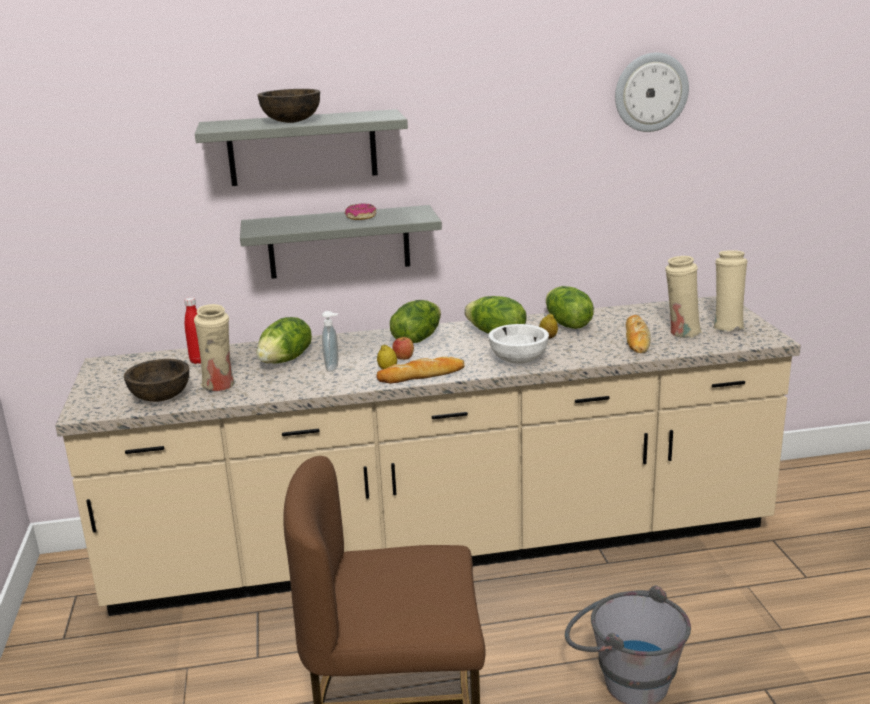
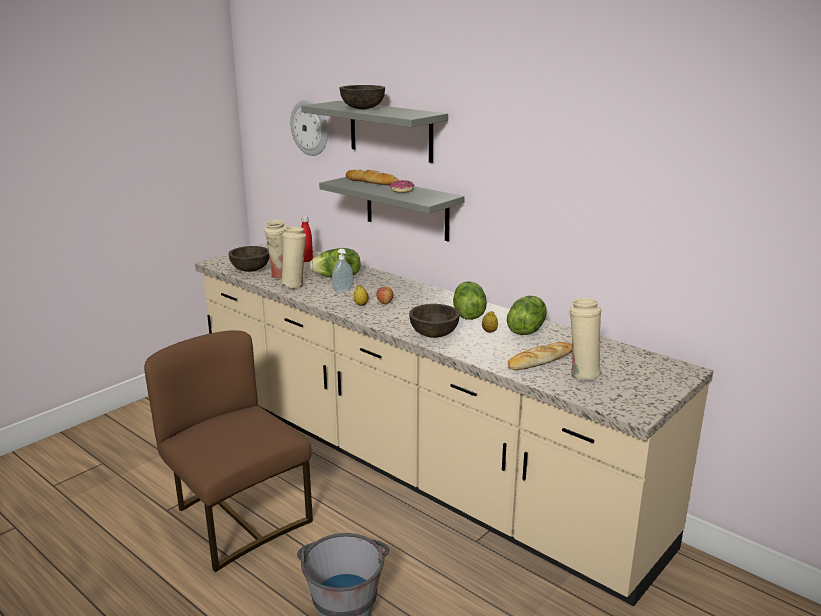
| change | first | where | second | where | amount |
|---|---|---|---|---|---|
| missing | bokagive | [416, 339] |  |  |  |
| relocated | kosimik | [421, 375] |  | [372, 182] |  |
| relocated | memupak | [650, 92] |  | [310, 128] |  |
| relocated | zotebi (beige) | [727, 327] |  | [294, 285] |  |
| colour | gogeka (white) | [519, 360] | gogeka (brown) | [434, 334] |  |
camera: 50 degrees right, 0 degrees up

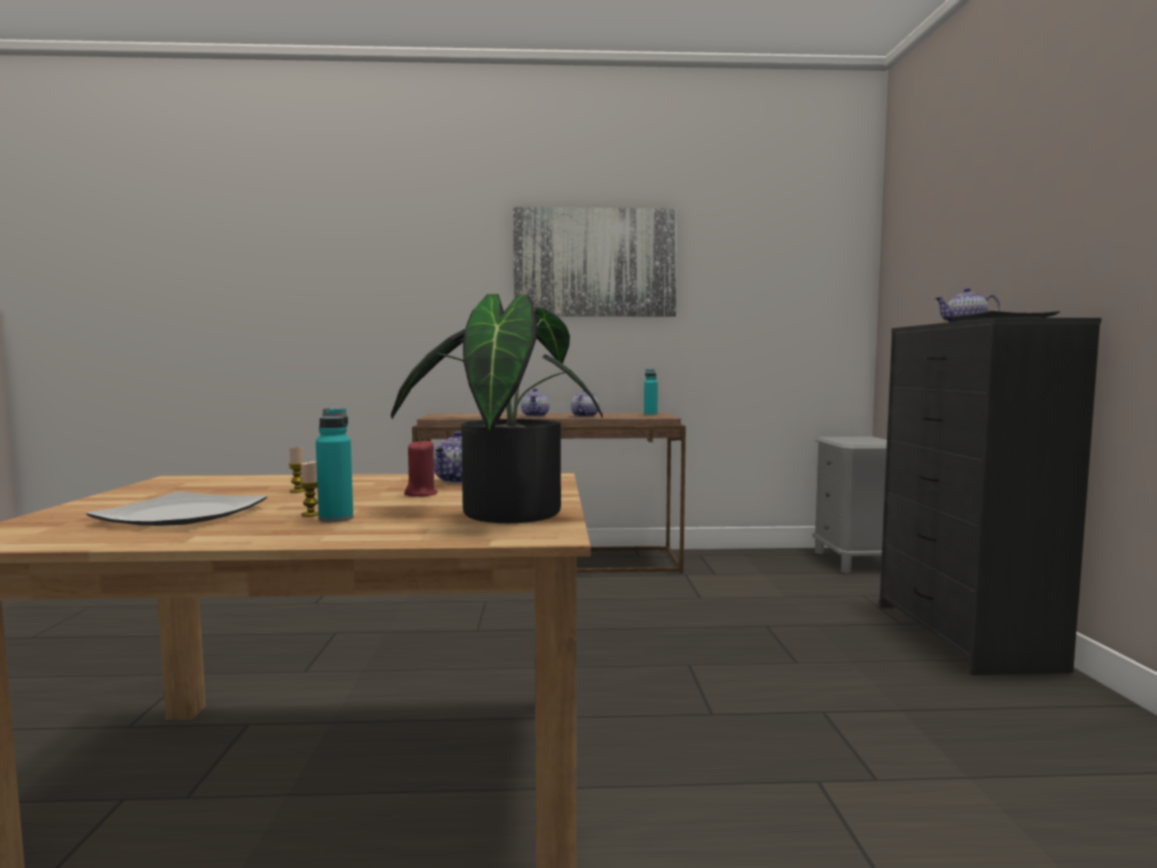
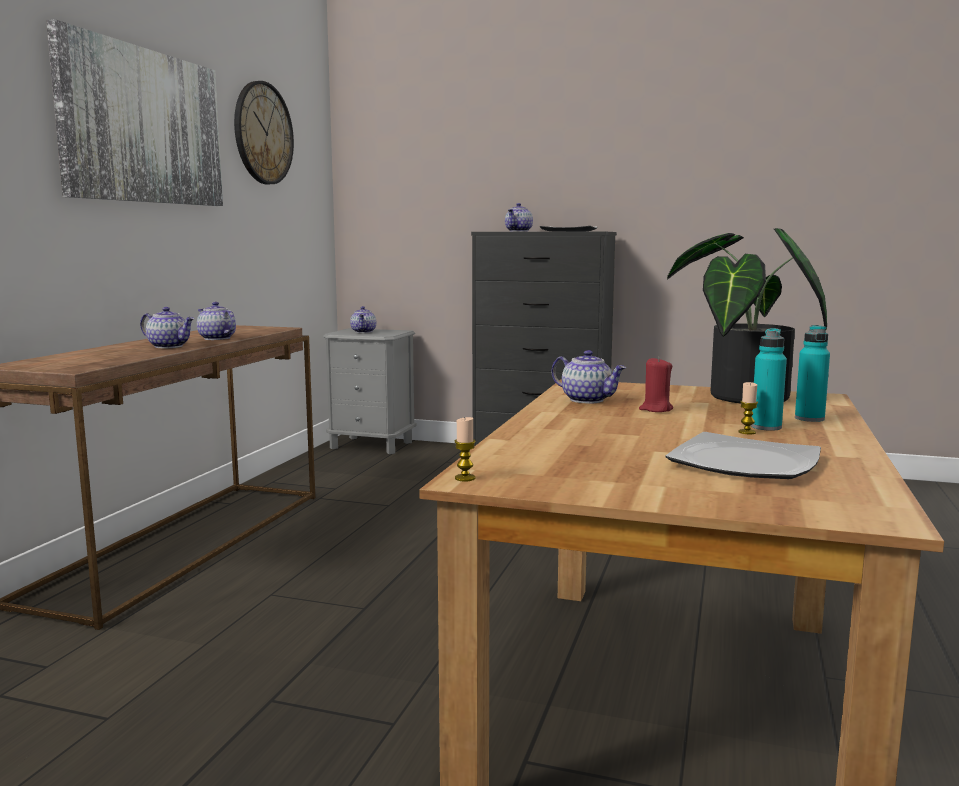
| change | first | where | second | where | amount |
|---|---|---|---|---|---|
| appeared |  |  | memupak | [263, 133] |  |
| appeared |  |  | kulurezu | [364, 332] |  |
| relocated | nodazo | [297, 491] |  | [465, 478] |  |
| relocated | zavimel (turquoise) | [650, 415] |  | [809, 419] |  |
camera: 70 degrees left, 5 degrees up

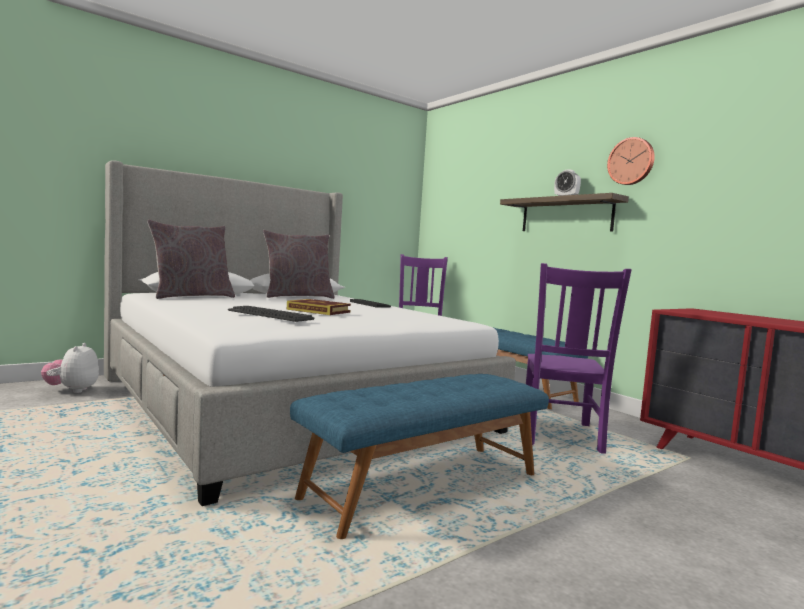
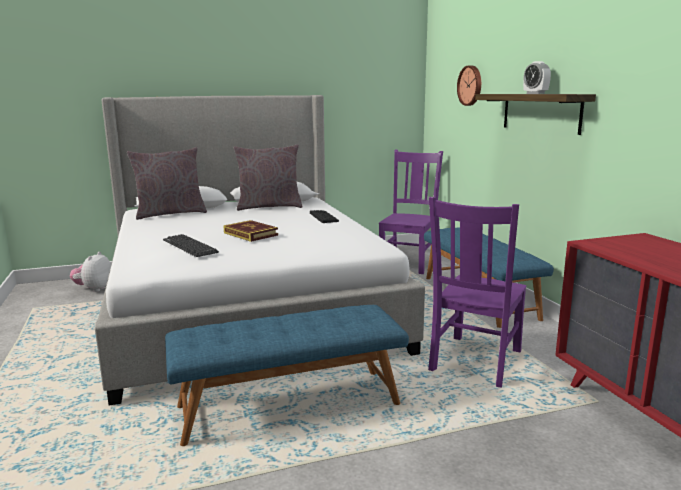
| change | first | where | second | where | amount |
|---|---|---|---|---|---|
| relocated | memupak | [631, 161] |  | [470, 85] |  |
camera: 20 degrees right, 10 degrees up

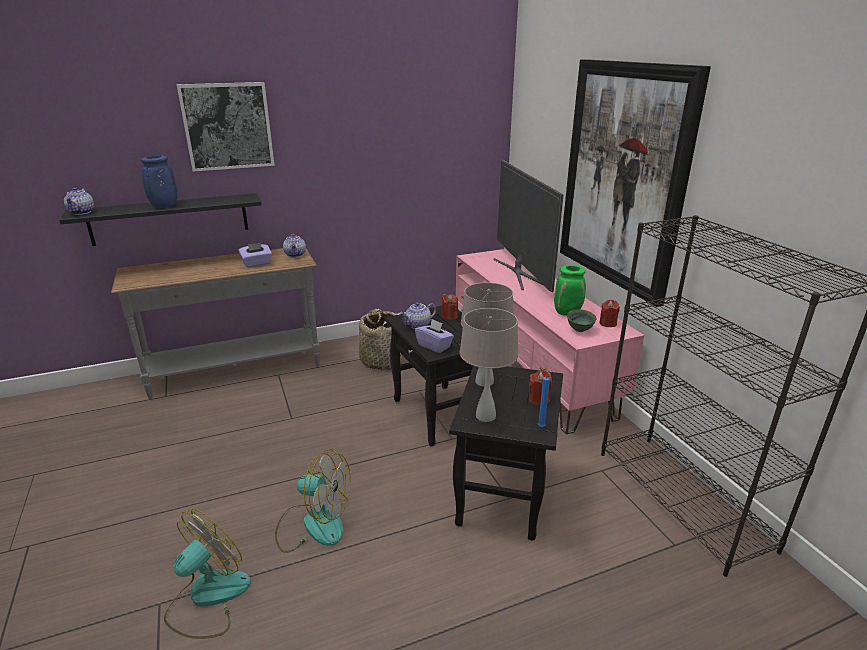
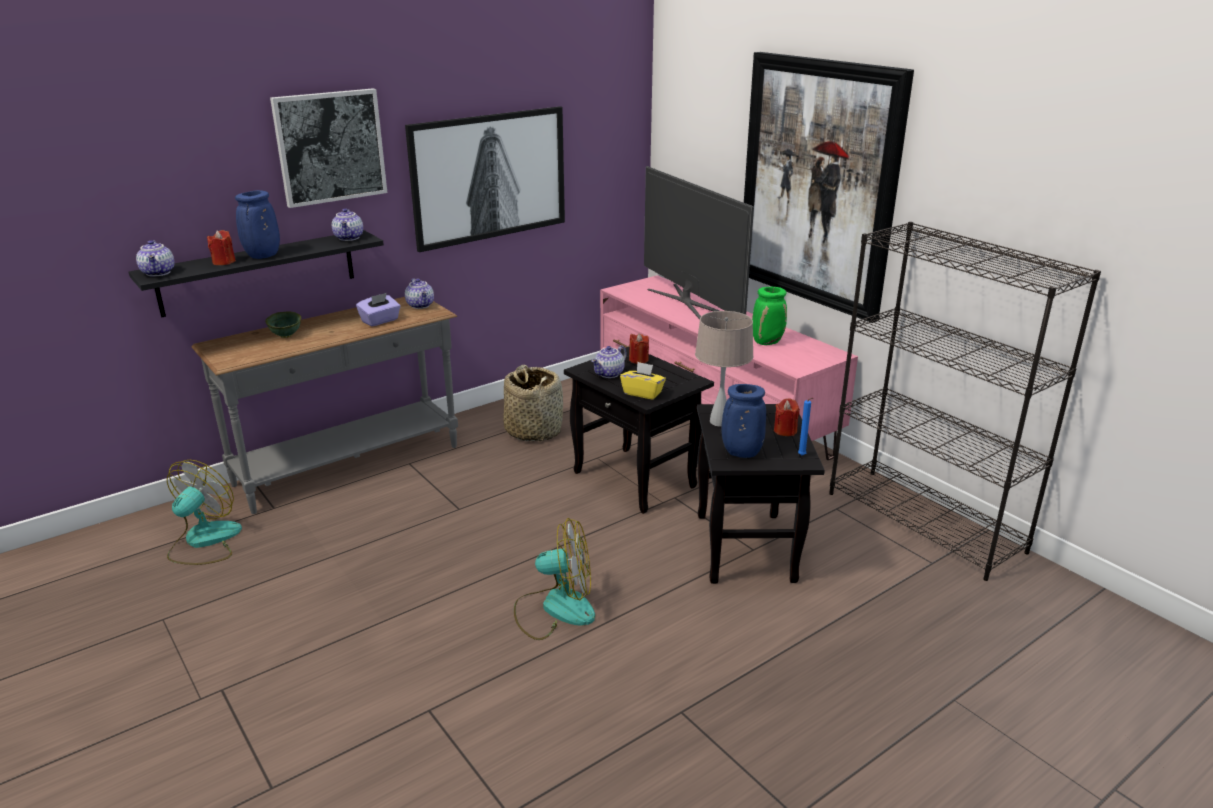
| change | first | where | second | where | amount |
|---|---|---|---|---|---|
| appeared |  |  | kulurezu | [349, 238] |  |
| appeared |  |  | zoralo | [489, 176] |  |
| relocated | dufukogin | [207, 598] |  | [204, 542] |  |
| relocated | gogeka (green) | [580, 330] |  | [287, 336] |  |
| relocated | nodazo (red) | [608, 323] |  | [224, 262] |  |
| exchanged | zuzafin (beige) | [485, 416] | zotebi (blue) | [740, 453] |  |
| colour | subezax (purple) | [434, 346] | subezax (yellow) | [642, 393] |  |
camera: 15 degrees left, 0 degrees up

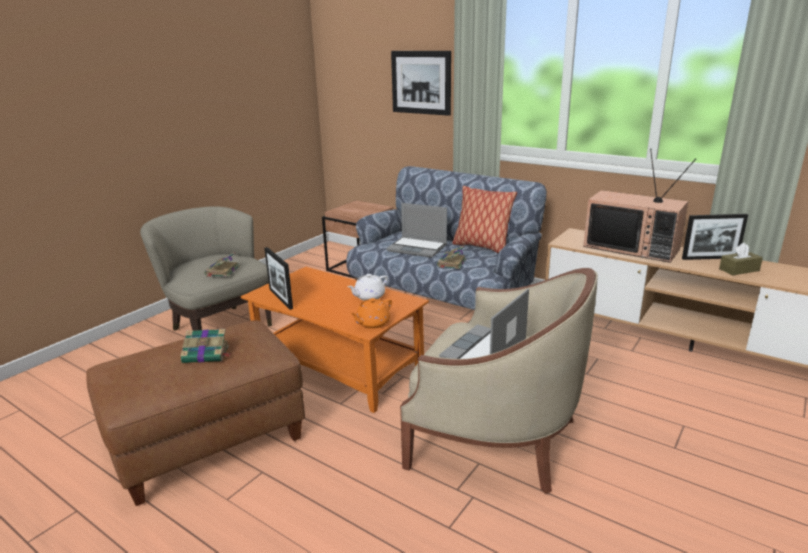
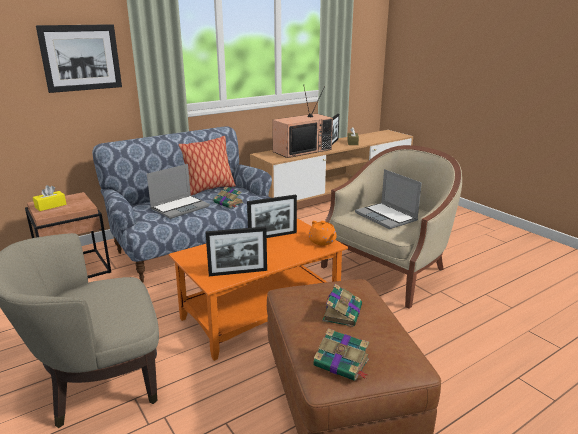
| change | first | where | second | where | amount |
|---|---|---|---|---|---|
| appeared |  |  | subezax (yellow) | [50, 206] |  |
| relocated | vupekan | [222, 271] |  | [342, 363] |  |
| exchanged | kulurezu (white) | [369, 297] | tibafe | [272, 236] |  |
camera: 70 degrees left, 0 degrees up

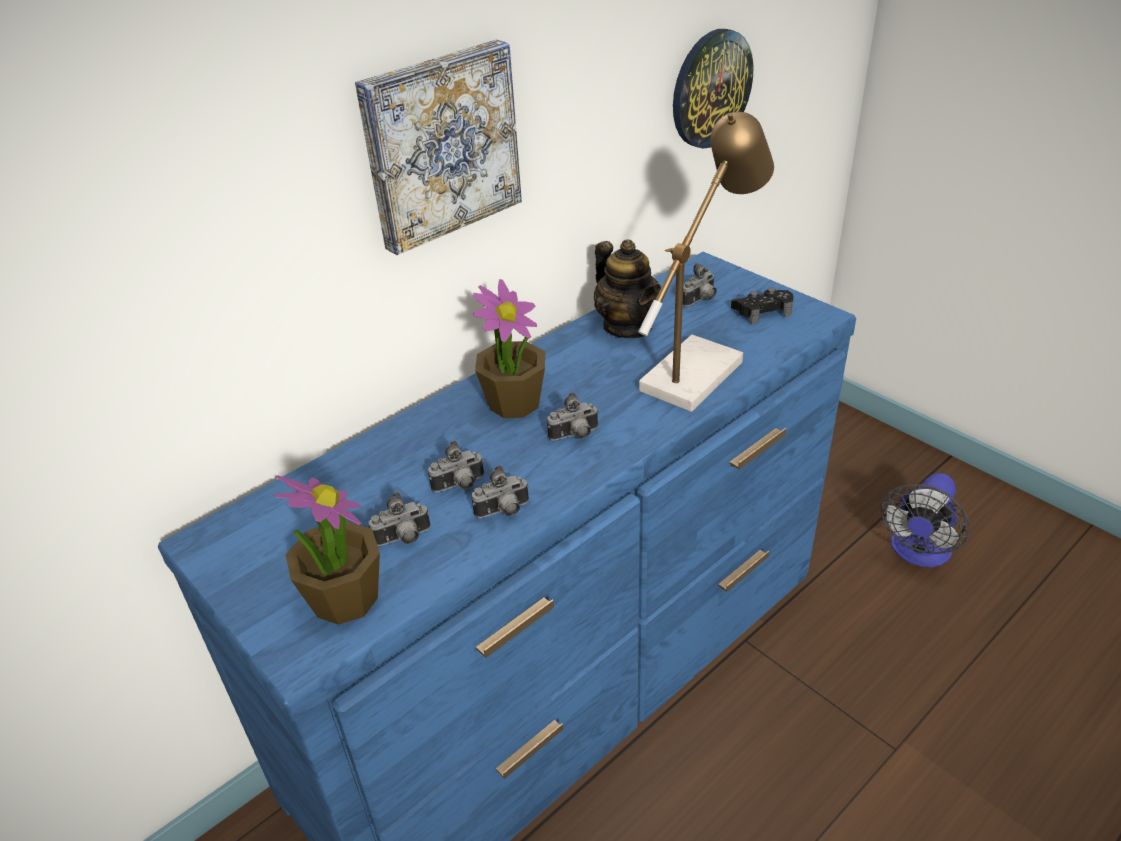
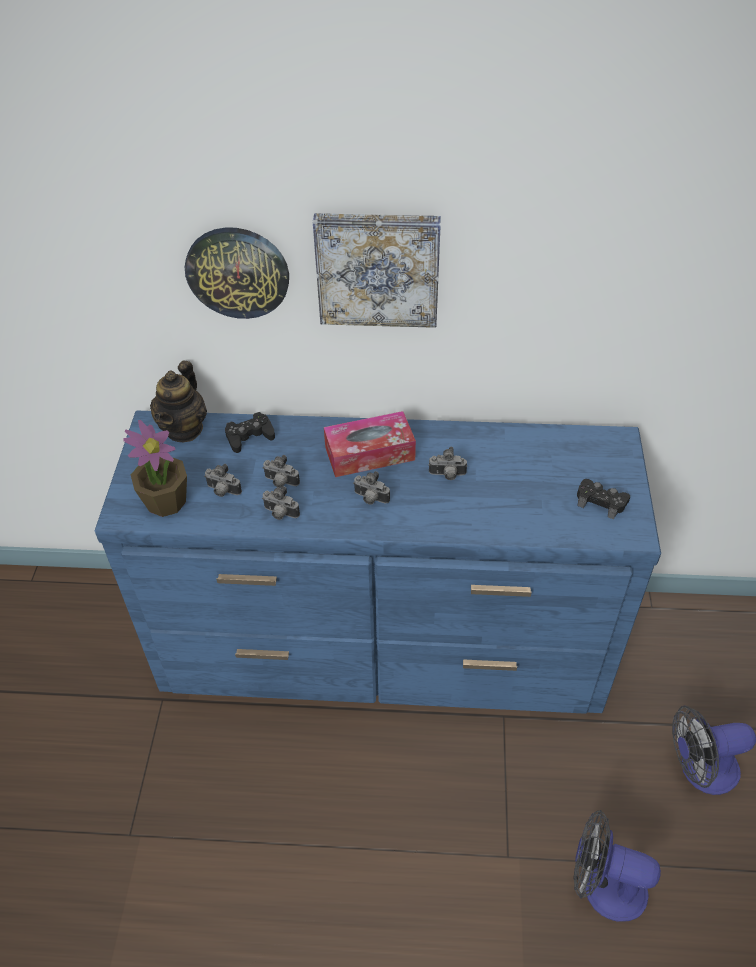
| change | first | where | second | where | amount |
|---|---|---|---|---|---|
| missing | zuzafin | [697, 368] |  |  |  |
| appeared |  |  | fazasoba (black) | [249, 436] |  |
| appeared |  |  | dufukogin | [603, 886] |  |
| relocated | kulurezu | [627, 326] |  | [184, 429] |  |
| relocated | memupak | [710, 89] |  | [237, 272] |  |
| relocated | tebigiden | [700, 300] |  | [447, 475] |  |
| exchanged | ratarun | [514, 402] | subezax | [369, 453] |  |
camera: 45 degrees right, 10 degrees up

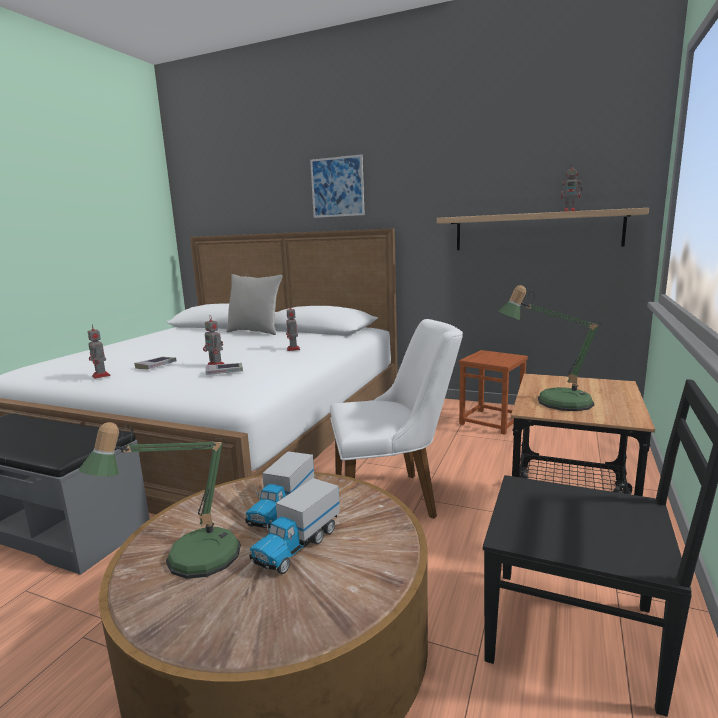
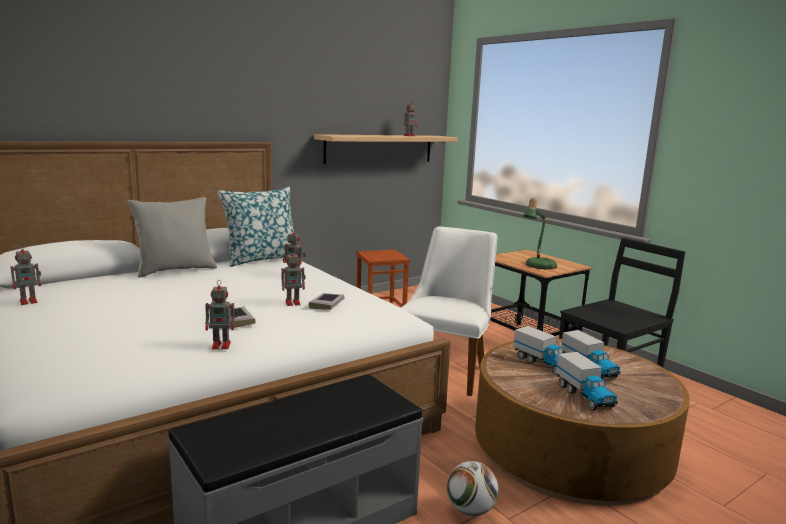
| change | first | where | second | where | amount |
|---|---|---|---|---|---|
| missing | zoralo | [337, 187] |  |  |  |
| appeared |  |  | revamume | [29, 301] |  |
| appeared |  |  | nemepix | [261, 259] |  |
| appeared |  |  | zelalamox | [470, 510] |  |
| exchanged | zuzafin | [190, 560] | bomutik | [584, 396] |  |
camera: 60 degrees left, 0 degrees up

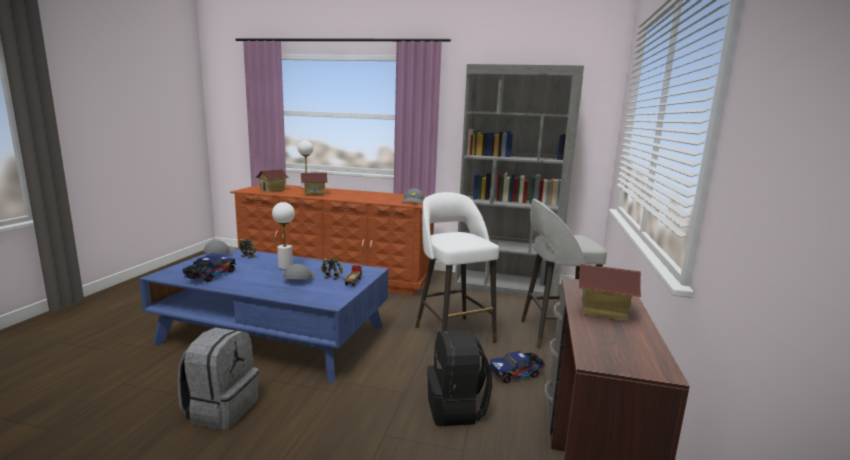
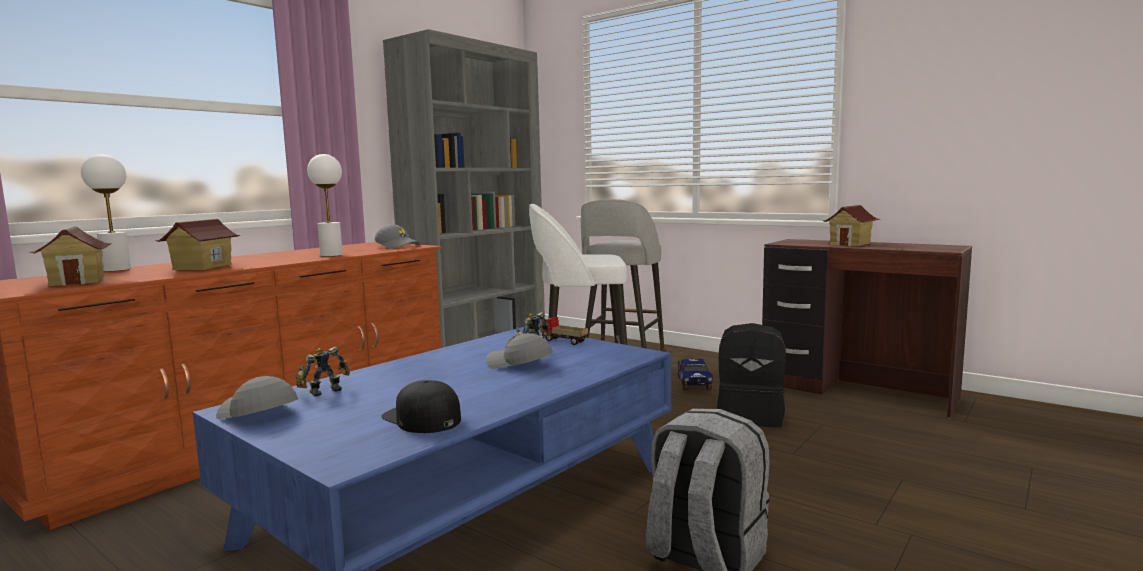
| change | first | where | second | where | amount |
|---|---|---|---|---|---|
| relocated | zuzafin (white) | [285, 266] |  | [331, 255] |  |
| exchanged | bomutik | [209, 276] | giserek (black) | [421, 418] |  |
camera: 65 degrees left, 5 degrees down

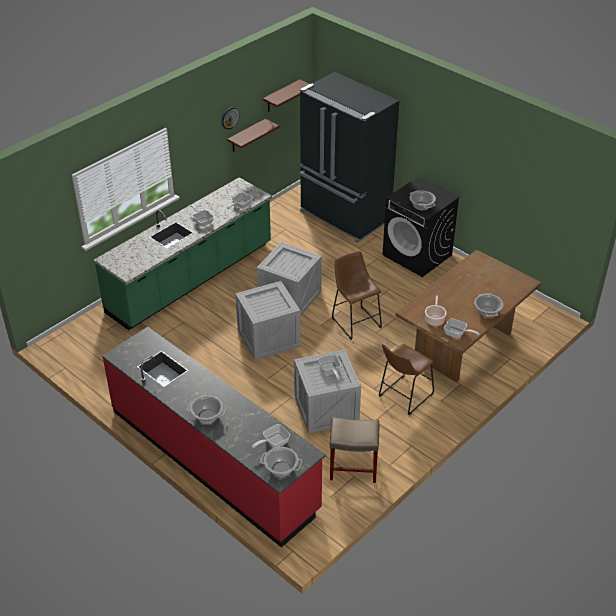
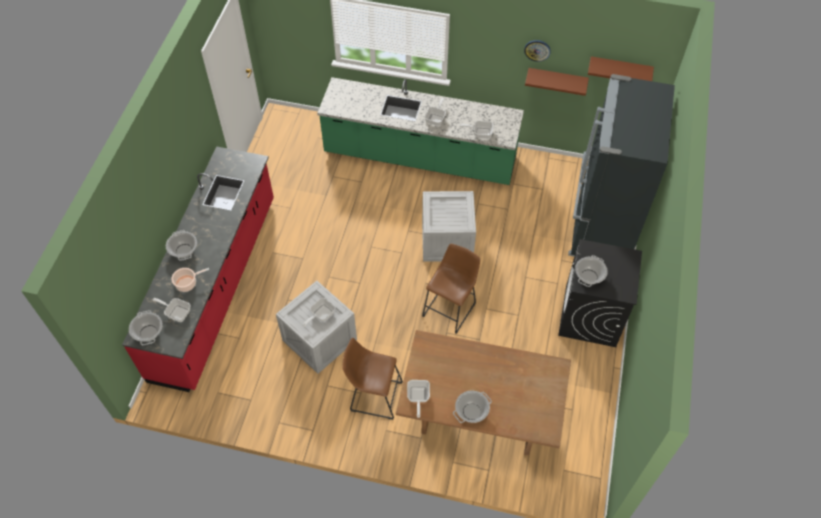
| change | first | where | second | where | amount |
|---|---|---|---|---|---|
| missing | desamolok | [268, 338] |  |  |  |
| missing | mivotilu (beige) | [352, 468] |  |  |  |
| relocated | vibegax | [434, 319] |  | [187, 283] |  |
camera: 60 degrees right, 15 degrees up

